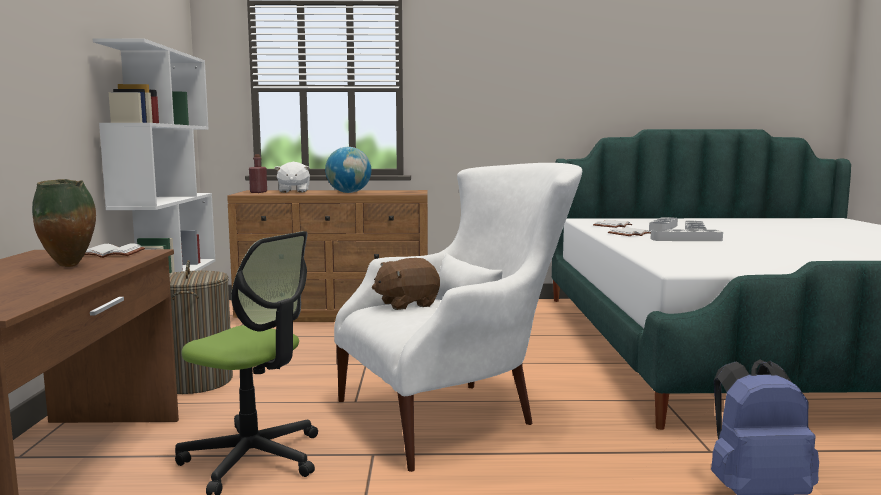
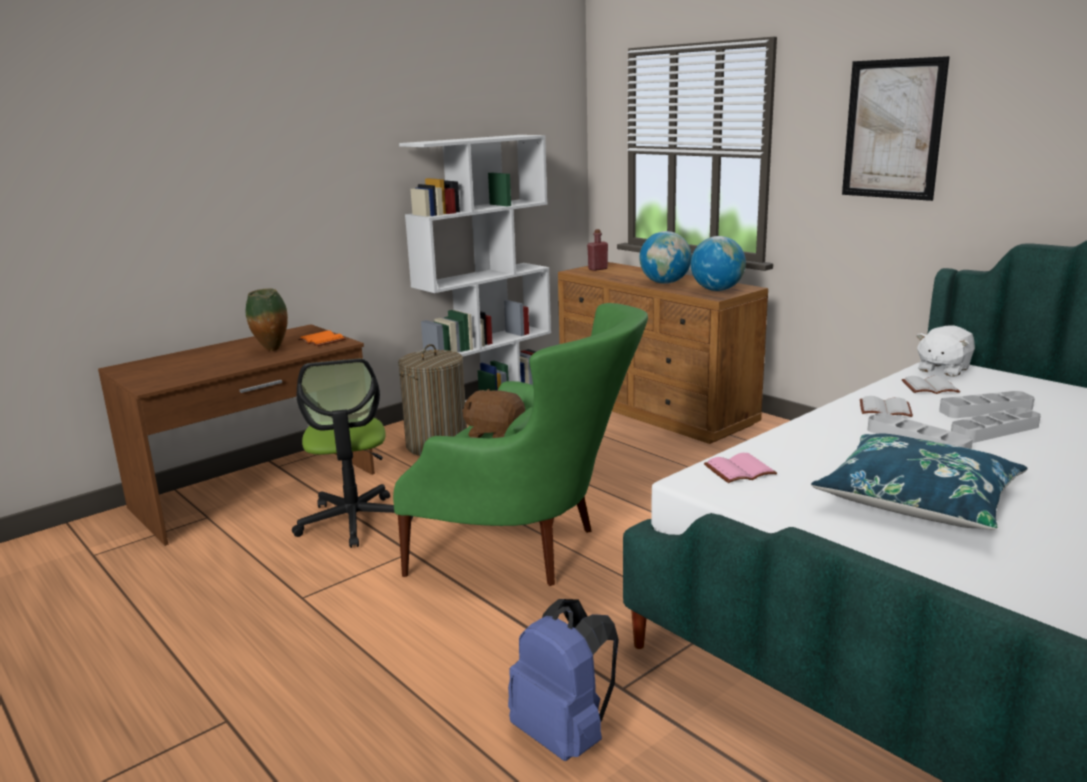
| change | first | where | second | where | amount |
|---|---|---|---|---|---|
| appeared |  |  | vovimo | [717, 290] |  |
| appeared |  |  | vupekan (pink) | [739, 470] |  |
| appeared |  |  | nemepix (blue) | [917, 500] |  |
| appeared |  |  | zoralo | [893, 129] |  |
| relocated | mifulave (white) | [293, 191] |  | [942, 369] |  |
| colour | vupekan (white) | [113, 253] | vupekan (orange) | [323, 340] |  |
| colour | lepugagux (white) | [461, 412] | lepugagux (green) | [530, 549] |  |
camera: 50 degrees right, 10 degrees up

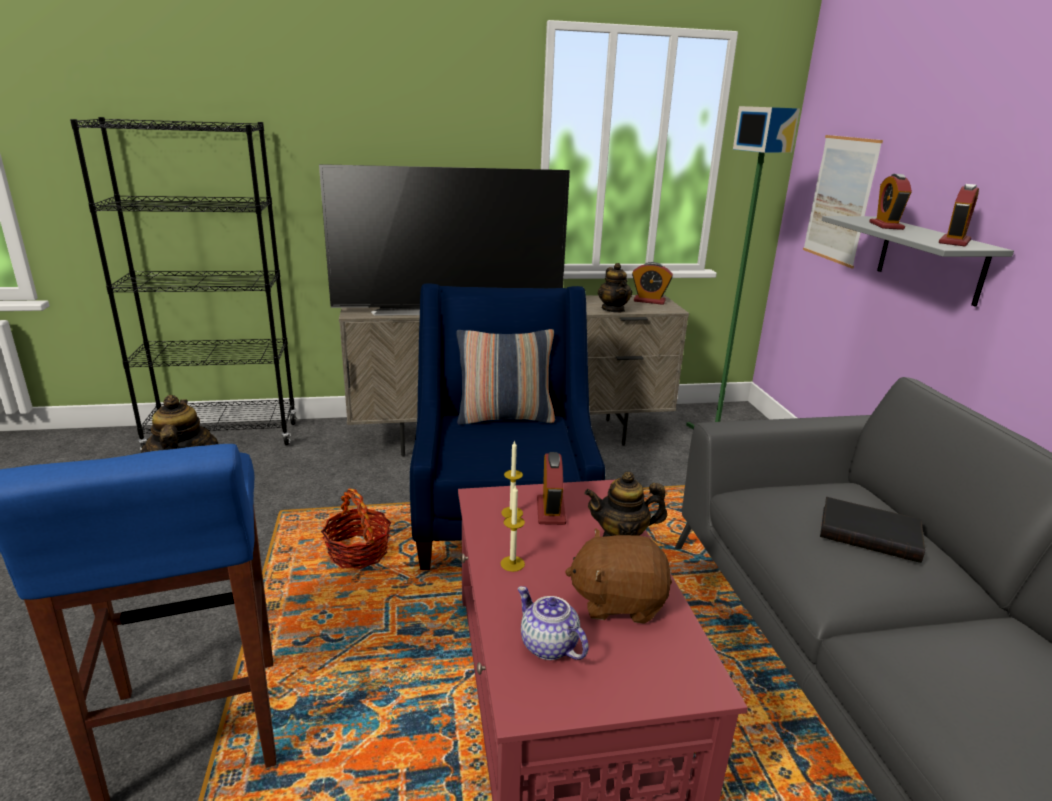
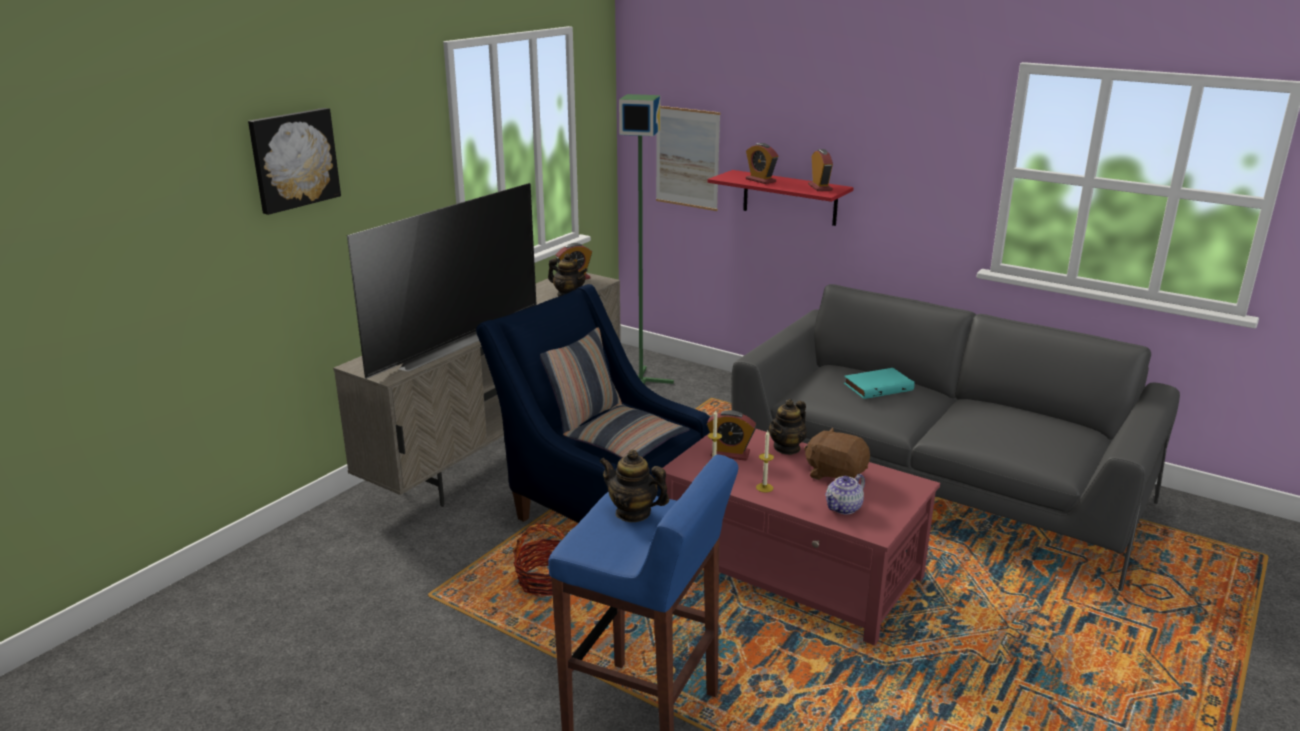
| change | first | where | second | where | amount |
|---|---|---|---|---|---|
| missing | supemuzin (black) | [224, 437] |  |  |  |
| appeared |  |  | zoralo | [293, 159] |  |
| appeared |  |  | nemepix | [626, 444] |  |
| colour | vupekan (black) | [870, 533] | vupekan (turquoise) | [877, 386] |  |
| colour | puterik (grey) | [930, 259] | puterik (red) | [789, 198] |  |
| spun | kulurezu | [548, 645] |  | [844, 508] | 45 degrees counterclockwise |
| spun | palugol | [550, 511] |  | [730, 454] | 150 degrees clockwise |
| spun | mifulave (brown) | [618, 601] |  | [835, 475] | 75 degrees clockwise |
camera: 45 degrees left, 0 degrees up

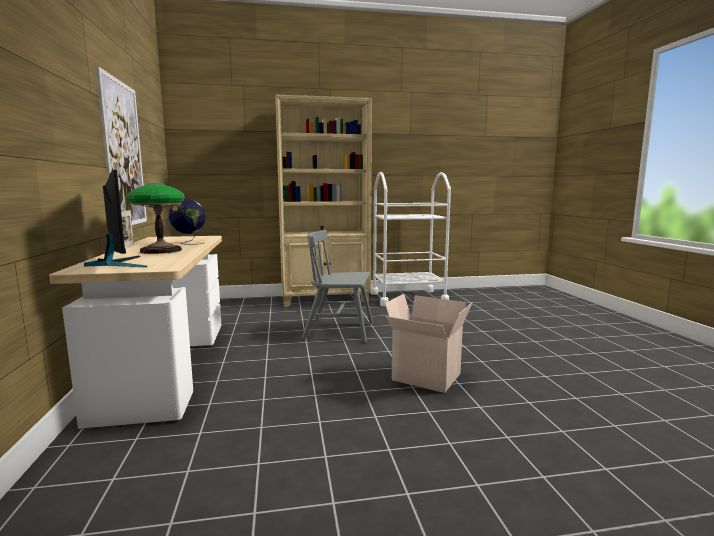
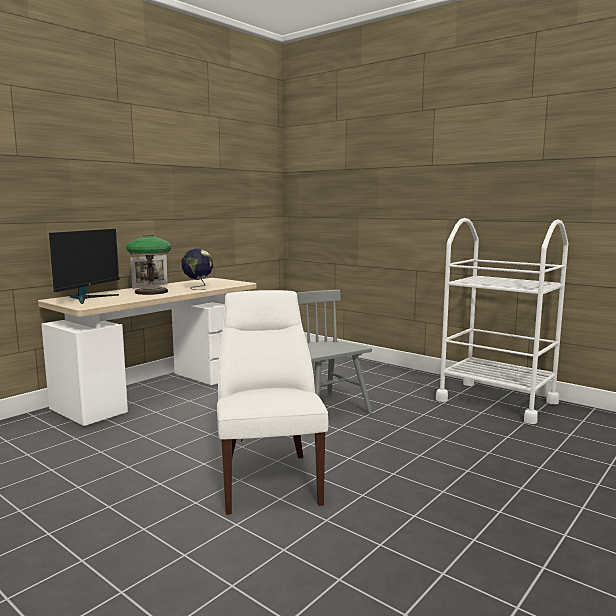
| change | first | where | second | where | amount |
|---|---|---|---|---|---|
| missing | zoralo | [123, 154] |  |  |  |
| missing | supemuzin (beige) | [325, 300] |  |  |  |
| exchanged | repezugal | [424, 377] | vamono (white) | [269, 479] |  |
camera: 50 degrees right, 0 degrees up

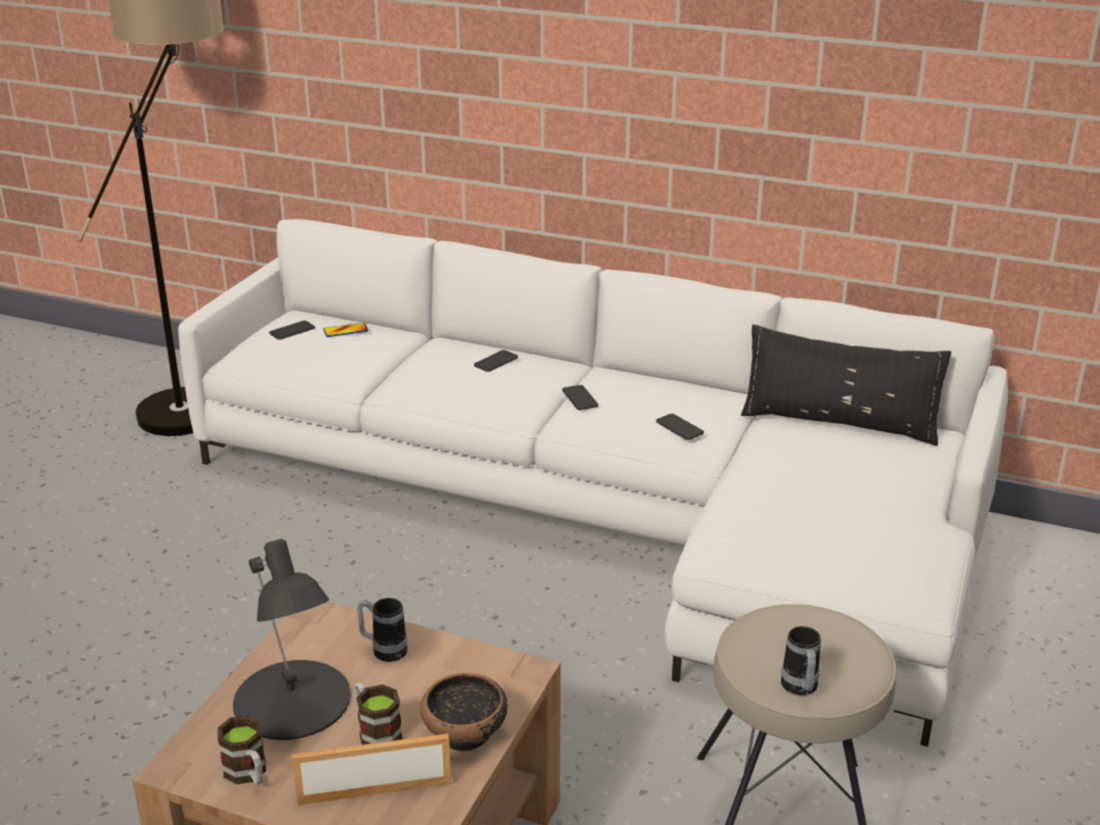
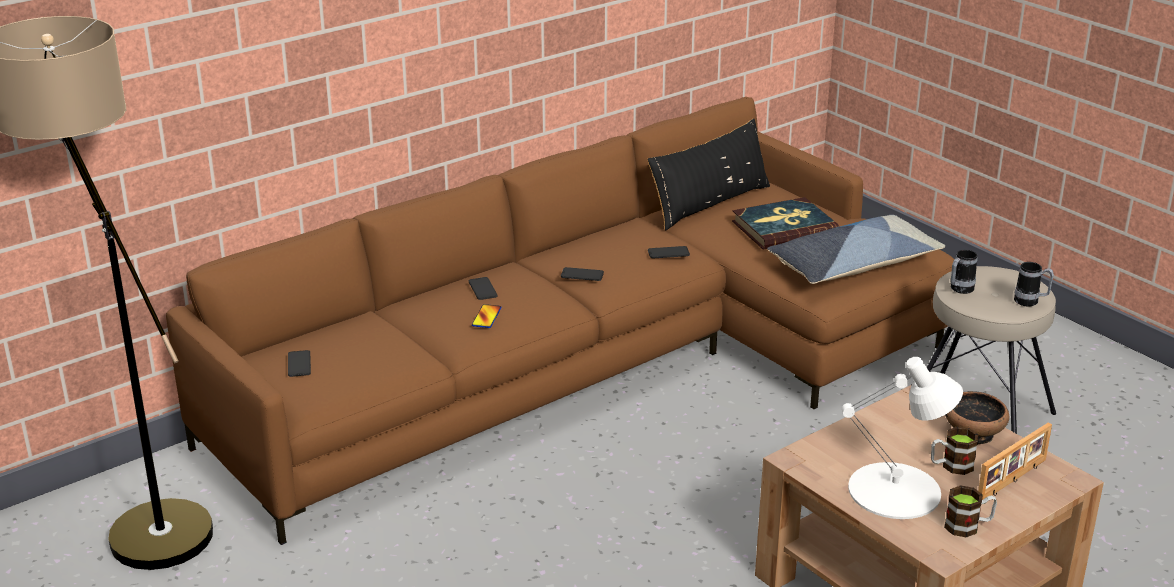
| change | first | where | second | where | amount |
|---|---|---|---|---|---|
| appeared |  |  | vupekan | [784, 228] |  |
| appeared |  |  | nemepix | [853, 265] |  |
| relocated | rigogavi | [345, 331] |  | [486, 317] |  |
| relocated | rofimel | [383, 650] |  | [959, 290] |  |
| colour | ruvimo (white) | [608, 516] | ruvimo (brown) | [595, 367] |  |
| colour | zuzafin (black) | [292, 701] | zuzafin (white) | [896, 491] |  |
| spun | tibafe | [374, 790] |  | [1013, 481] | 150 degrees counterclockwise |
camera: 60 degrees left, 0 degrees up

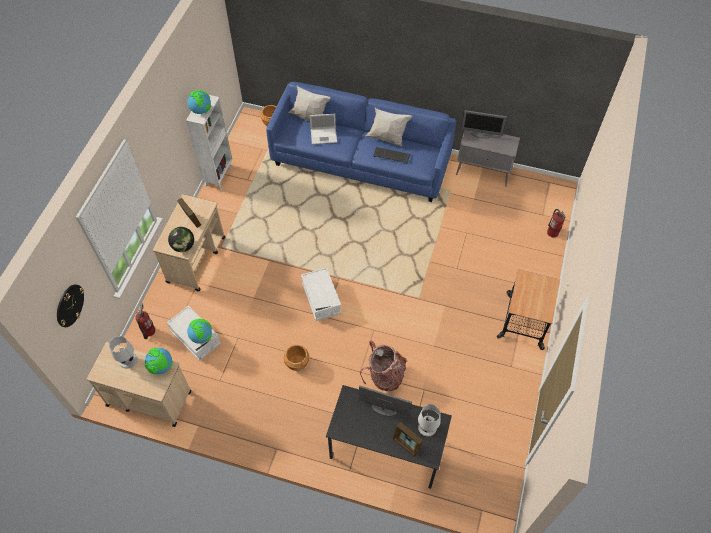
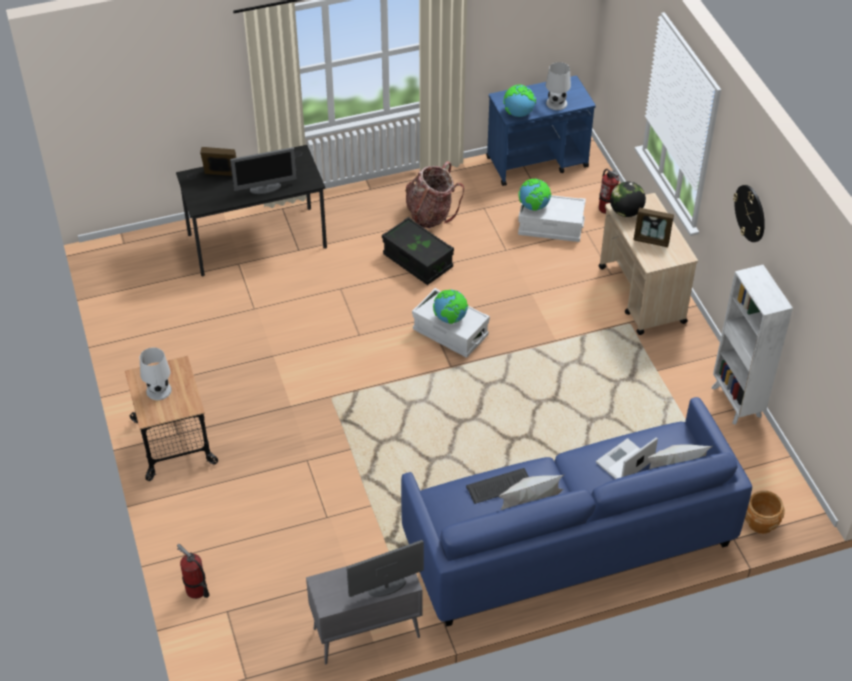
| change | first | where | second | where | amount |
|---|---|---|---|---|---|
| relocated | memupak | [69, 305] |  | [750, 213] |  |
| relocated | vovimo | [201, 110] |  | [450, 319] |  |
| relocated | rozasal | [385, 376] |  | [431, 214] |  |
| relocated | zuzafin (white) | [427, 427] |  | [158, 390] |  |
| exchanged | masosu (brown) | [297, 363] | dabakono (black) | [418, 261] |  |
| colour | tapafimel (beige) | [148, 398] | tapafimel (blue) | [538, 162] |  |
camera: 145 degrees right, 10 degrees down

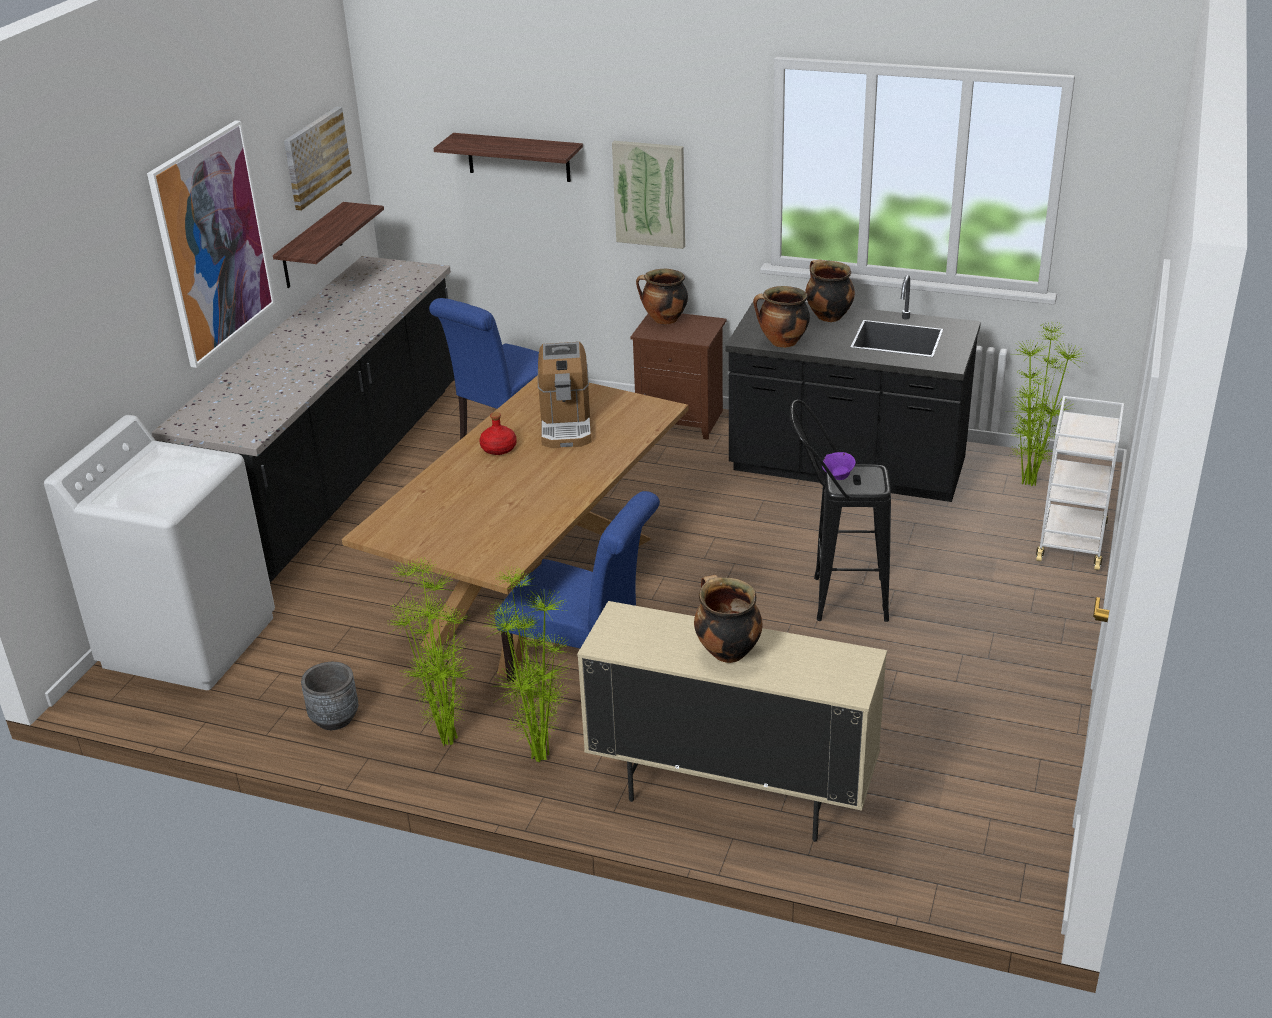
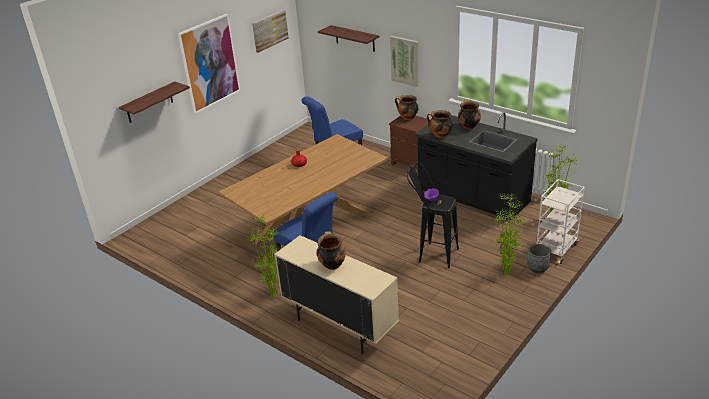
| change | first | where | second | where | amount |
|---|---|---|---|---|---|
| missing | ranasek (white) | [189, 641] |  |  |  |
| missing | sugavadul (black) | [338, 475] |  |  |  |
| missing | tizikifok | [566, 424] |  |  |  |
| relocated | puterik | [312, 246] |  | [149, 103] |  |
| relocated | masosu (grey) | [334, 718] |  | [537, 268] |  |
| relocated | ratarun | [445, 742] |  | [505, 273] |  |
camera: 20 degrees right, 0 degrees up

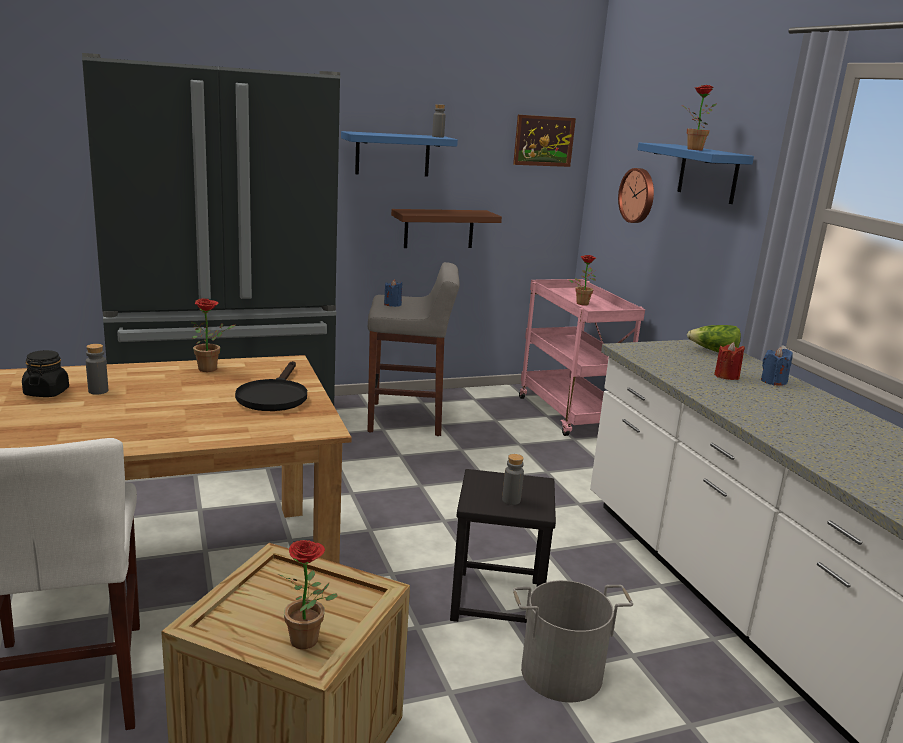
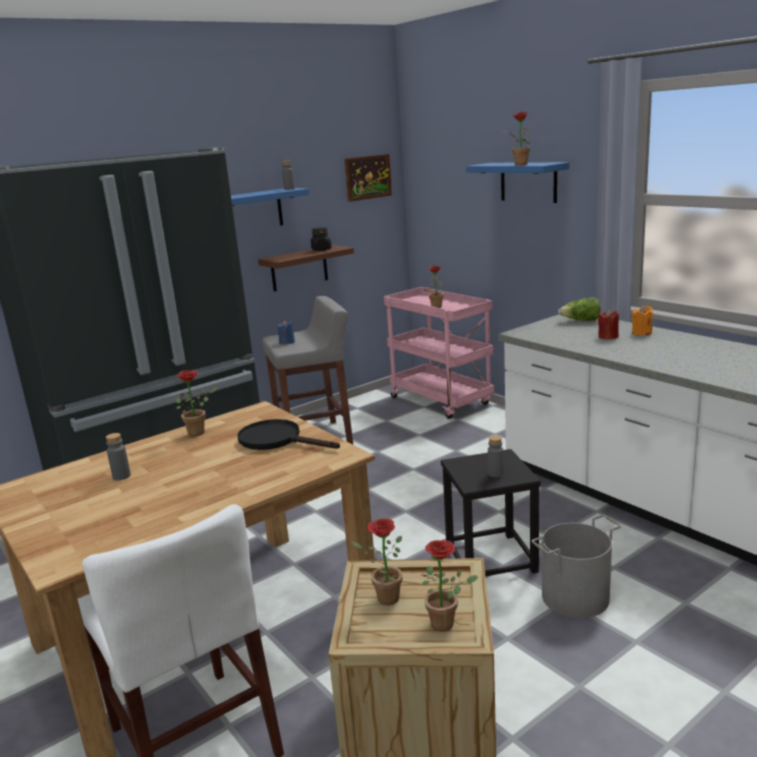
| change | first | where | second | where | amount |
|---|---|---|---|---|---|
| missing | memupak | [638, 195] |  |  |  |
| appeared |  |  | ratarun | [383, 598] |  |
| relocated | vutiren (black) | [46, 392] |  | [321, 249] |  |
| colour | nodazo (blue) | [773, 382] | nodazo (orange) | [641, 333] |  |
| spun | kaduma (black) | [274, 396] |  | [277, 440] | 135 degrees clockwise |
camera: 15 degrees left, 0 degrees up

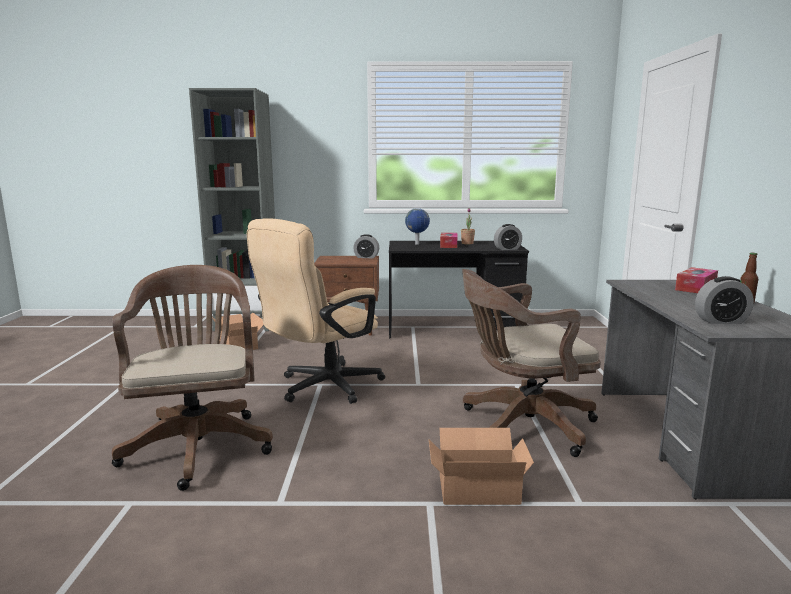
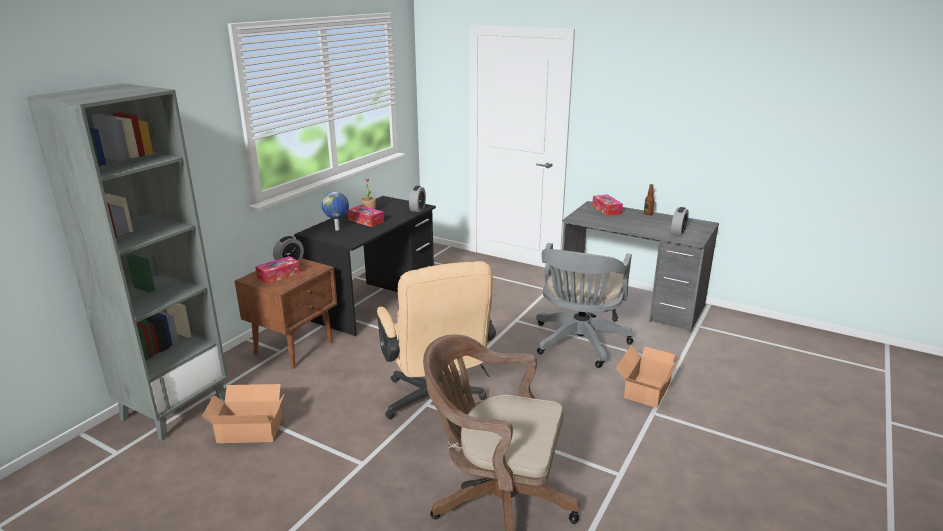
| change | first | where | second | where | amount |
|---|---|---|---|---|---|
| appeared |  |  | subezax | [279, 275] |  |
| colour | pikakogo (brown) | [521, 425] | pikakogo (grey) | [578, 344] |  |
camera: 60 degrees left, 10 degrees up

